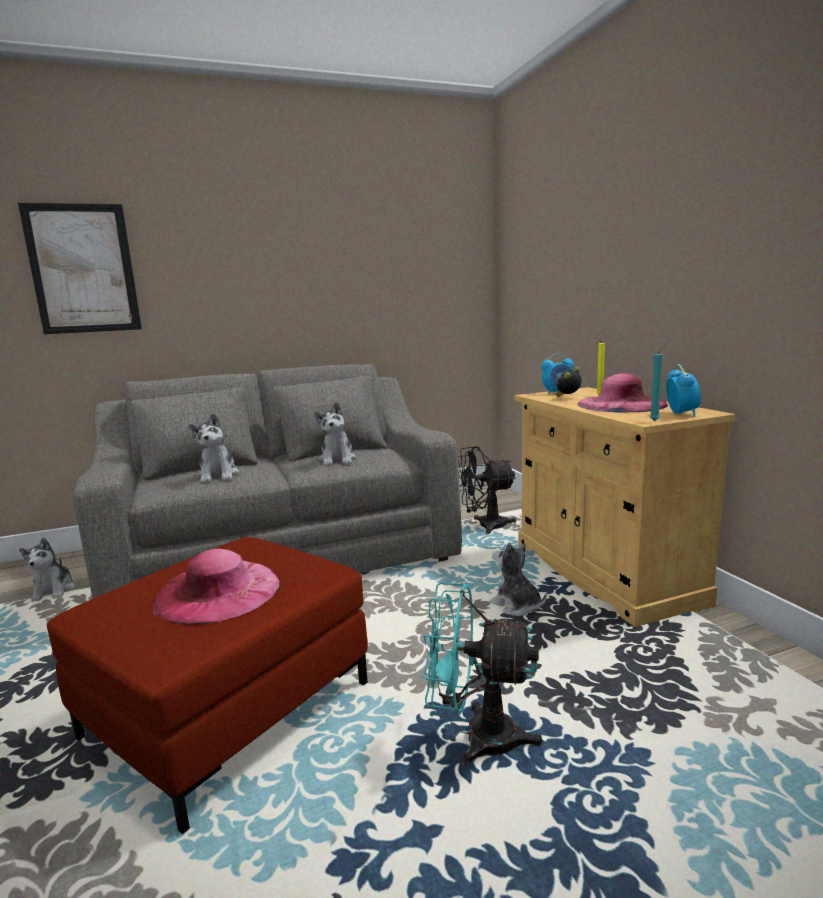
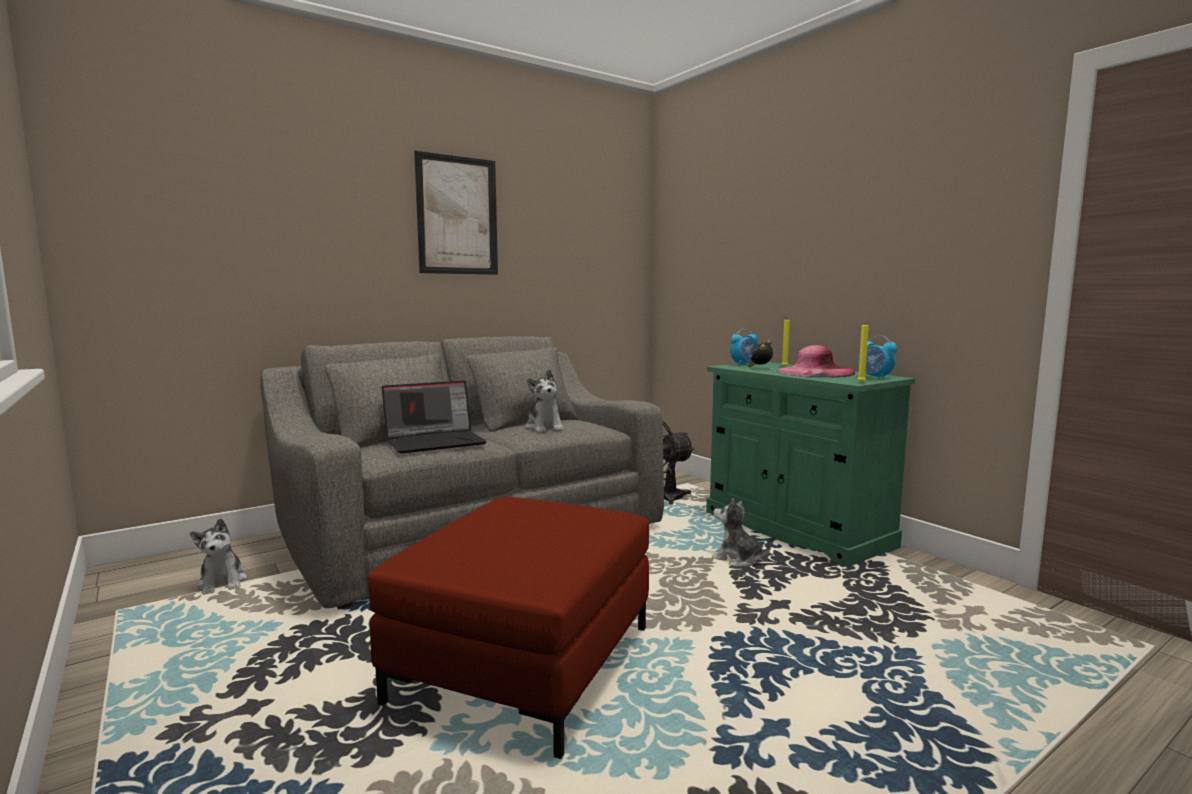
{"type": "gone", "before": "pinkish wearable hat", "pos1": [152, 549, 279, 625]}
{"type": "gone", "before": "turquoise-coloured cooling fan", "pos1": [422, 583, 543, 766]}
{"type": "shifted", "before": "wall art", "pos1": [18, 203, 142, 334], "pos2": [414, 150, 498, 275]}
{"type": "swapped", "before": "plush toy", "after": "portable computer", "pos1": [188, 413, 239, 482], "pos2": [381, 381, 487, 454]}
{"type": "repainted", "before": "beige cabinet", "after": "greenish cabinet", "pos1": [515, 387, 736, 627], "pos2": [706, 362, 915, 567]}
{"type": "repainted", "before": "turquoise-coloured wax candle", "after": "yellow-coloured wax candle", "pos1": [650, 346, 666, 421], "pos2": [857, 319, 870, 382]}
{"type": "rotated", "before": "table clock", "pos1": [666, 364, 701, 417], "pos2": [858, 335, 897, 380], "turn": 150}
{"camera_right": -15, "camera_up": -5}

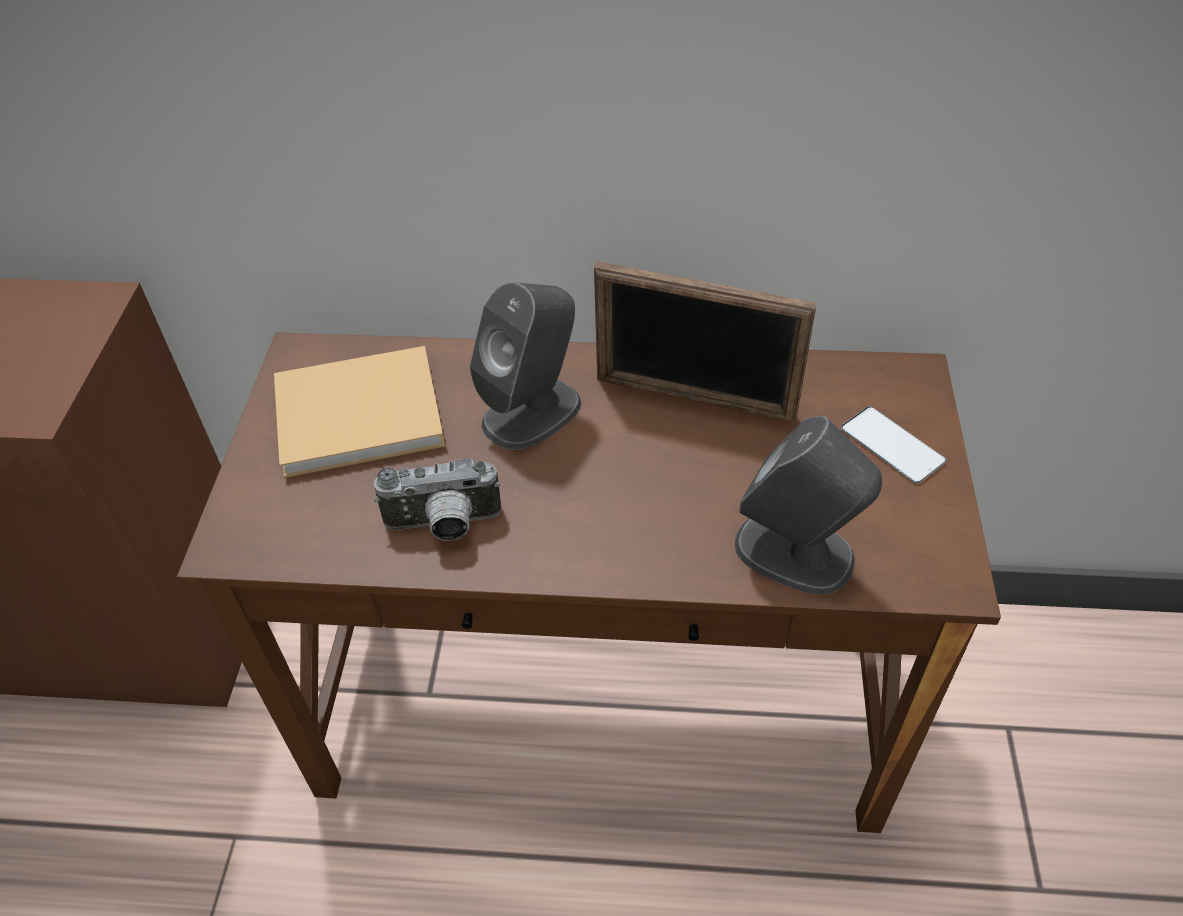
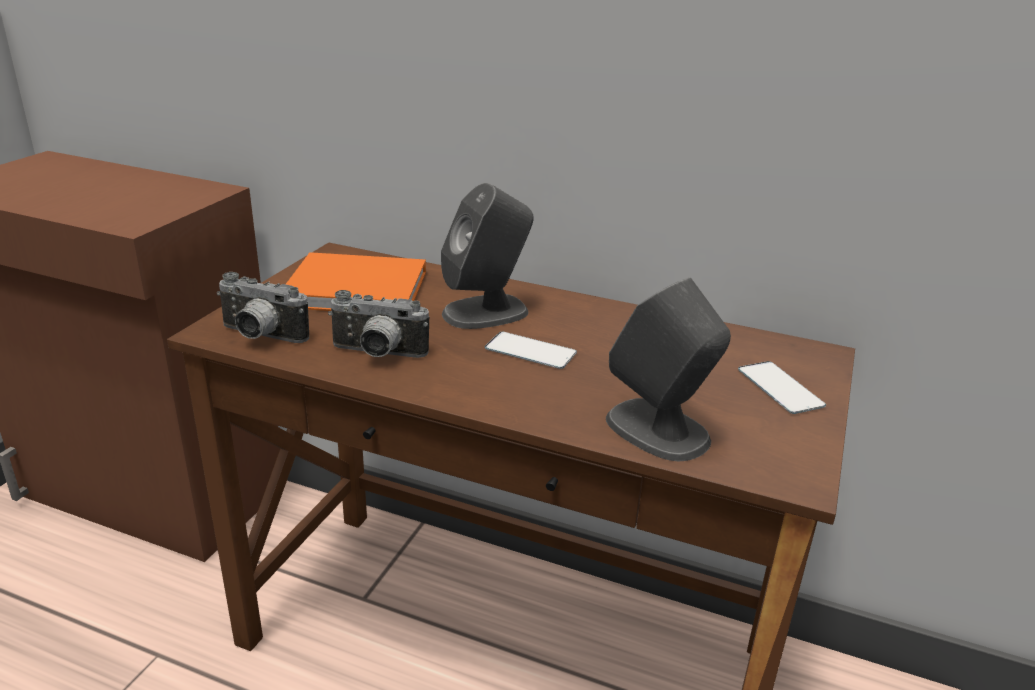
{"type": "gone", "before": "standing frame", "pos1": [594, 261, 817, 423]}
{"type": "new", "after": "still camera", "pos2": [217, 272, 309, 343]}
{"type": "new", "after": "handset", "pos2": [485, 332, 577, 369]}
{"type": "repainted", "before": "beige bound book", "after": "orange bound book", "pos1": [274, 346, 445, 478], "pos2": [286, 252, 426, 311]}
{"camera_right": 15, "camera_up": -20}

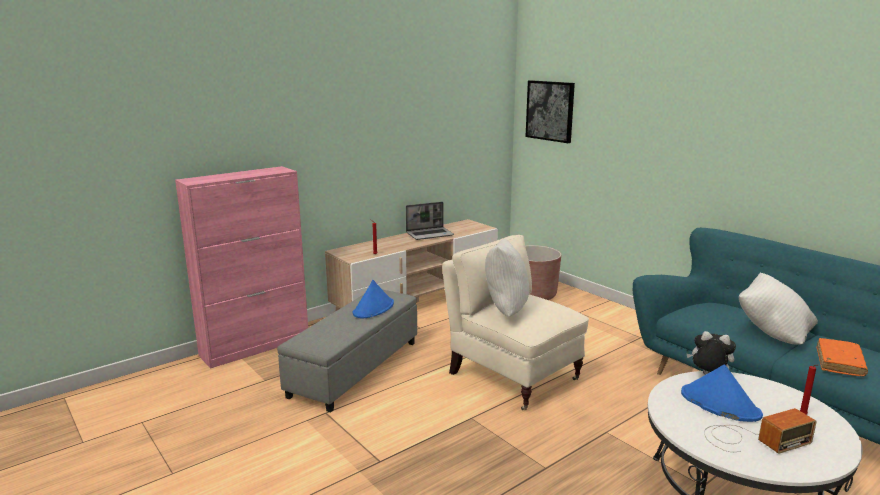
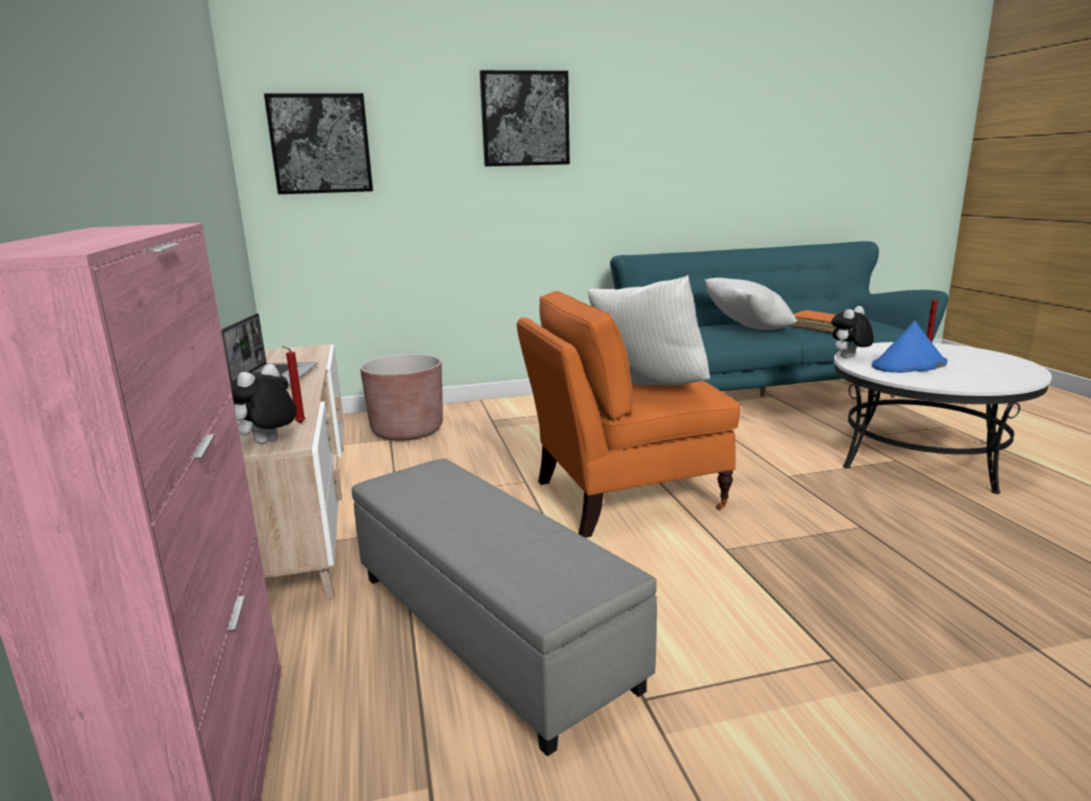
{"type": "gone", "before": "blue-coloured wearable hat", "pos1": [353, 280, 394, 318]}
{"type": "gone", "before": "radio set", "pos1": [704, 408, 817, 454]}
{"type": "new", "after": "plush toy", "pos2": [231, 364, 296, 444]}
{"type": "new", "after": "wall art", "pos2": [480, 70, 570, 167]}
{"type": "repainted", "before": "beige armchair", "after": "orange armchair", "pos1": [442, 235, 589, 410], "pos2": [517, 291, 741, 538]}
{"camera_right": -65, "camera_up": 0}

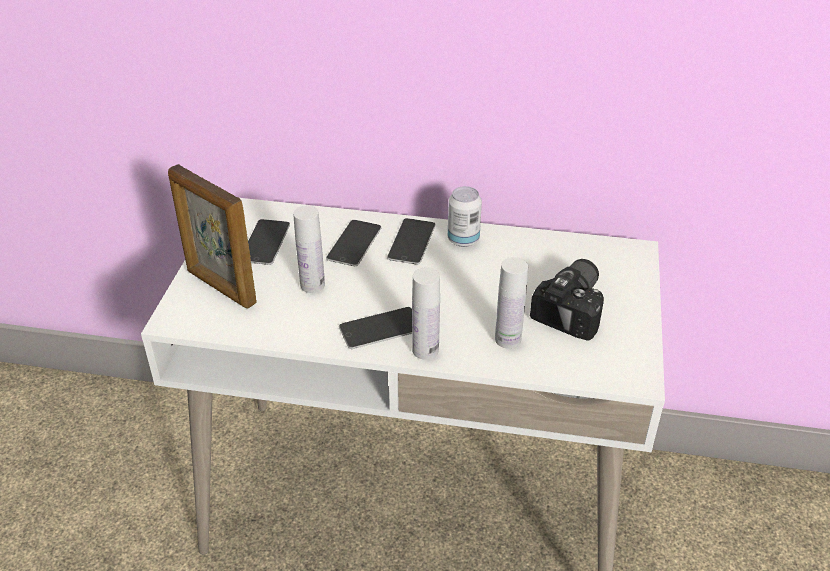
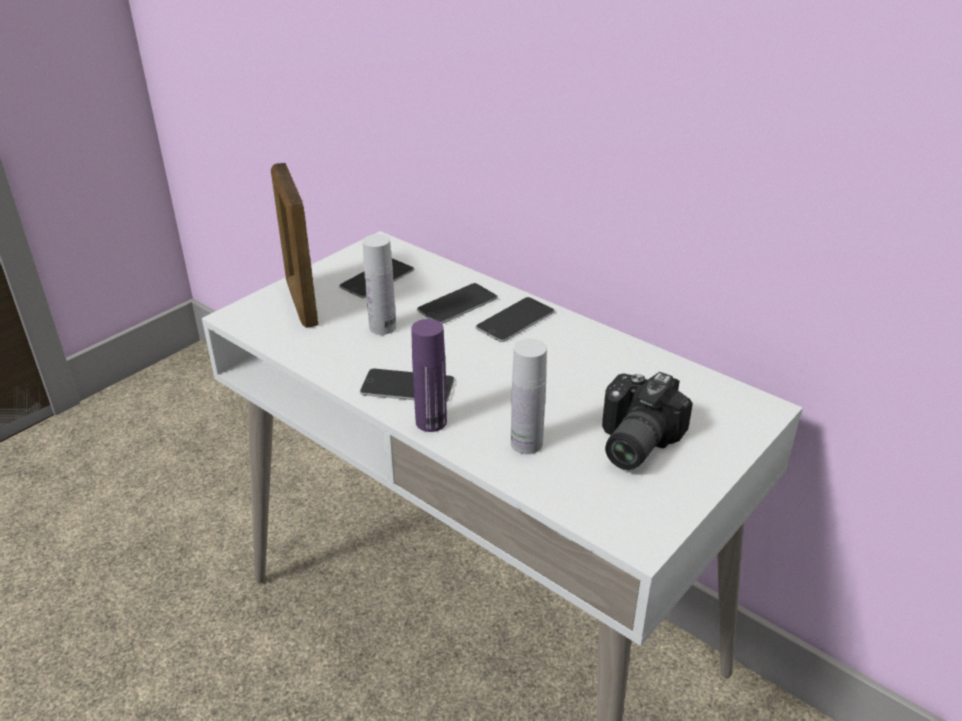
{"type": "gone", "before": "can", "pos1": [448, 186, 482, 247]}
{"type": "repainted", "before": "whitish bottle", "after": "purplish bottle", "pos1": [412, 268, 440, 360], "pos2": [411, 319, 447, 432]}
{"type": "rotated", "before": "still camera", "pos1": [530, 259, 604, 341], "pos2": [602, 372, 693, 470], "turn": 150}
{"camera_right": 30, "camera_up": -5}

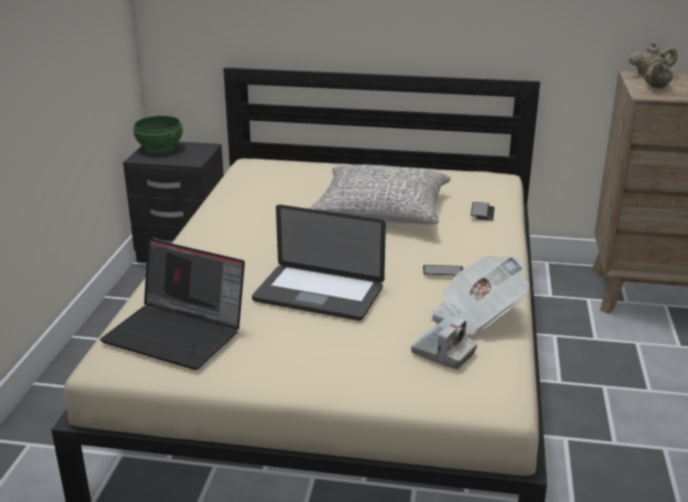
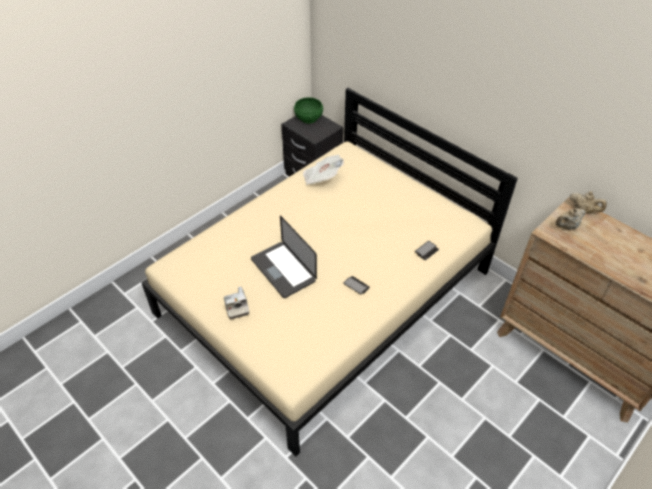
{"type": "gone", "before": "portable computer", "pos1": [100, 238, 245, 370]}
{"type": "gone", "before": "greyish cushion", "pos1": [310, 164, 451, 224]}
{"type": "shifted", "before": "still camera", "pos1": [411, 312, 477, 369], "pos2": [224, 287, 249, 319]}
{"type": "shifted", "before": "daily paper", "pos1": [429, 256, 529, 335], "pos2": [303, 155, 344, 185]}
{"camera_right": 35, "camera_up": 20}

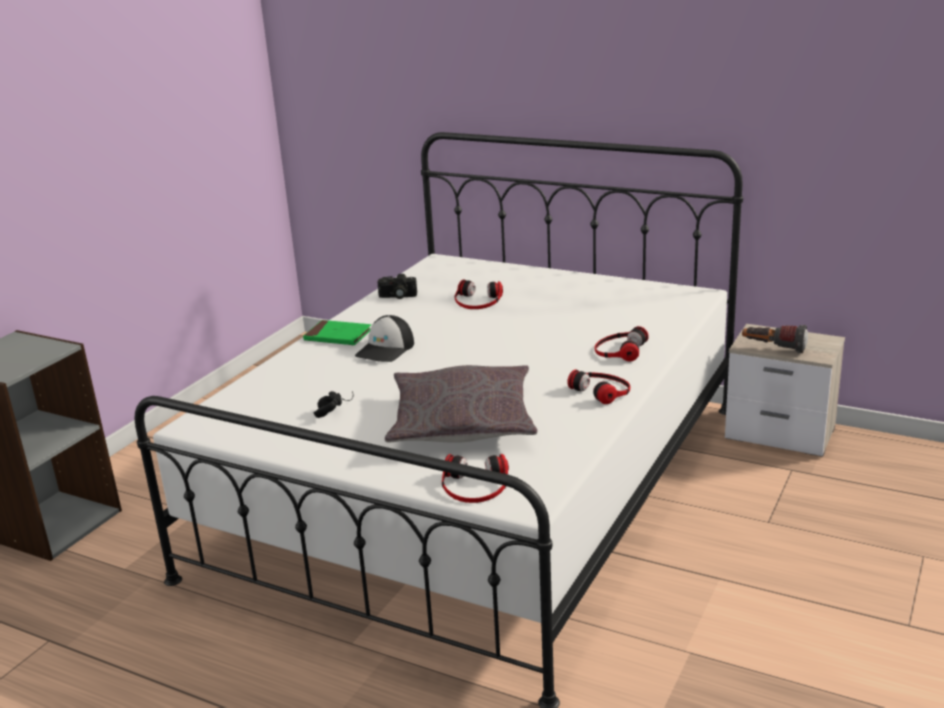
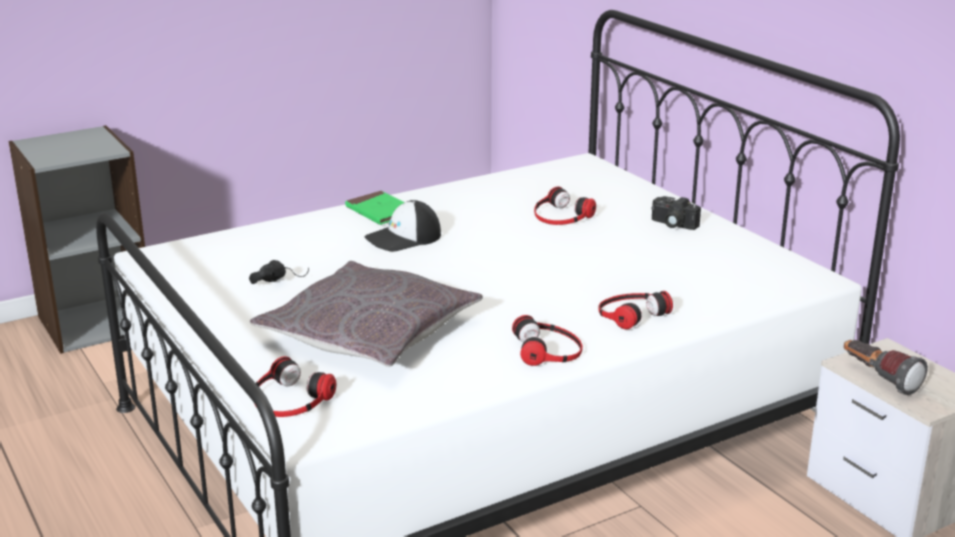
{"type": "shifted", "before": "still camera", "pos1": [378, 274, 417, 299], "pos2": [651, 196, 701, 230]}
{"camera_right": 30, "camera_up": 0}

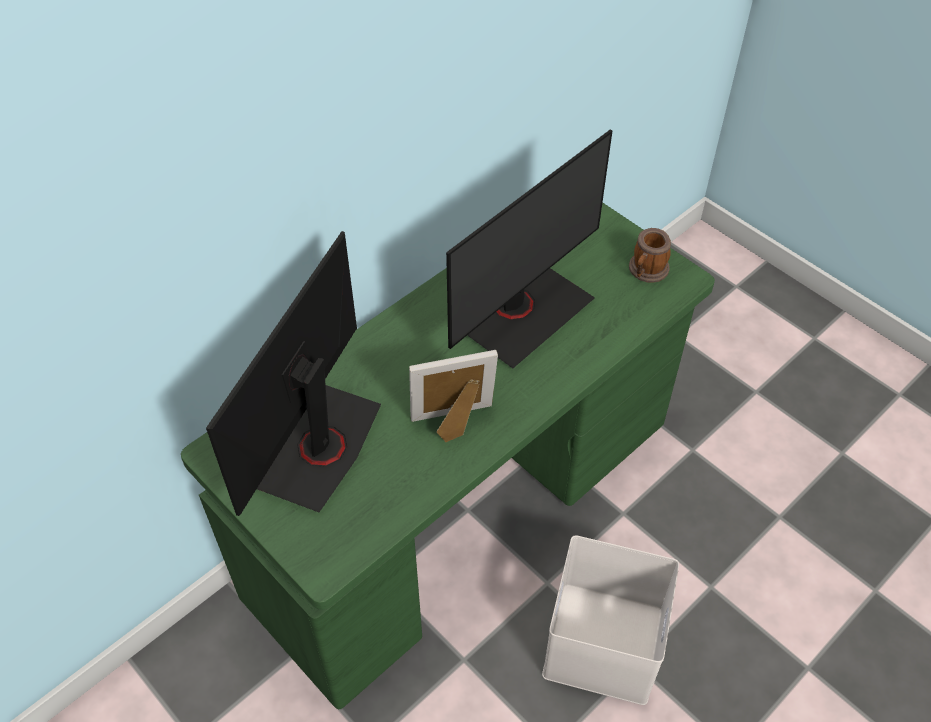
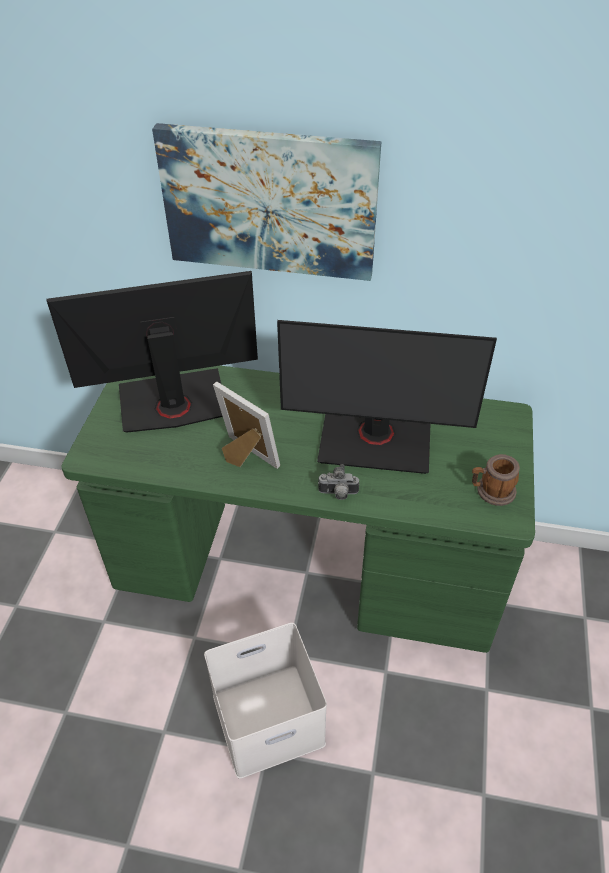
{"type": "new", "after": "wall art", "pos2": [152, 123, 382, 281]}
{"type": "new", "after": "still camera", "pos2": [318, 464, 360, 500]}
{"camera_right": 55, "camera_up": -5}

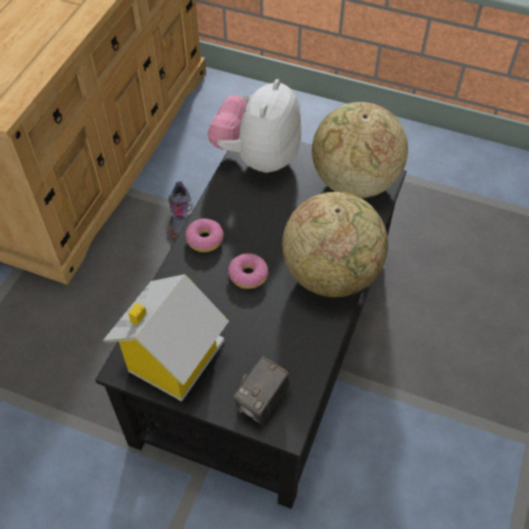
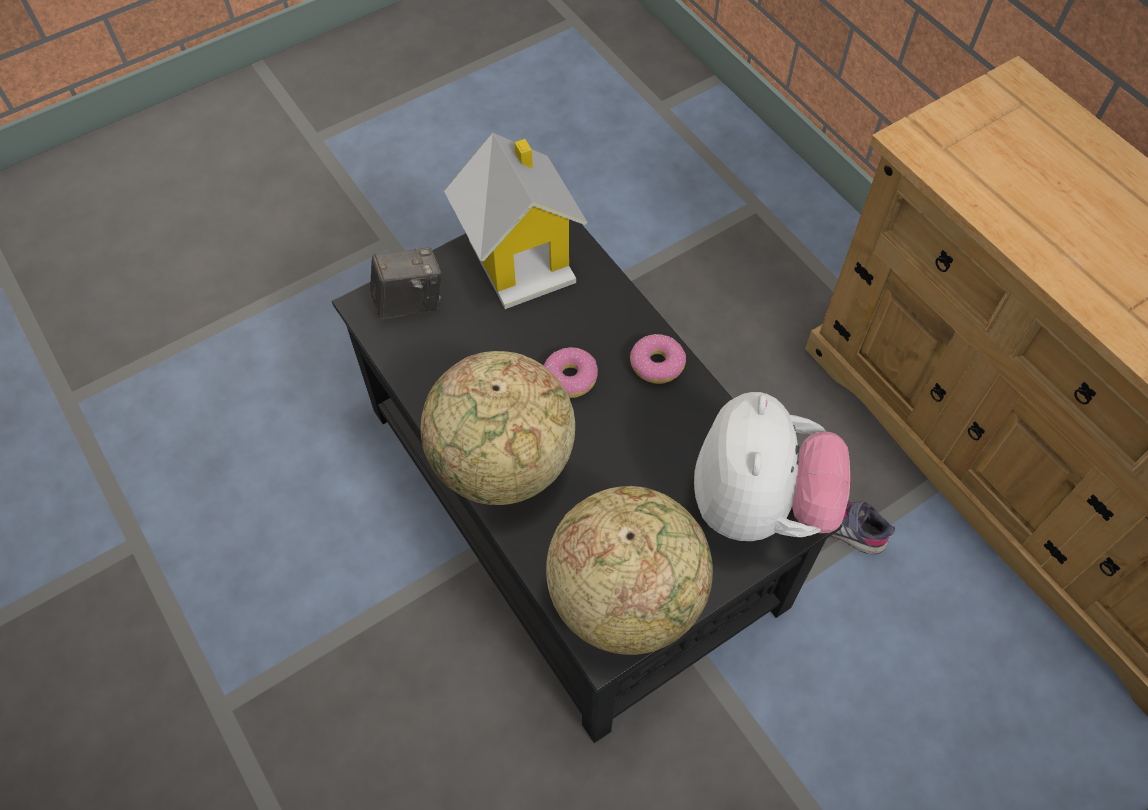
{"type": "rotated", "before": "plush toy", "pos1": [208, 79, 301, 173], "pos2": [694, 392, 850, 541], "turn": 45}
{"type": "rotated", "before": "still camera", "pos1": [233, 356, 290, 424], "pos2": [370, 247, 442, 319], "turn": 90}
{"camera_right": 125, "camera_up": 5}

